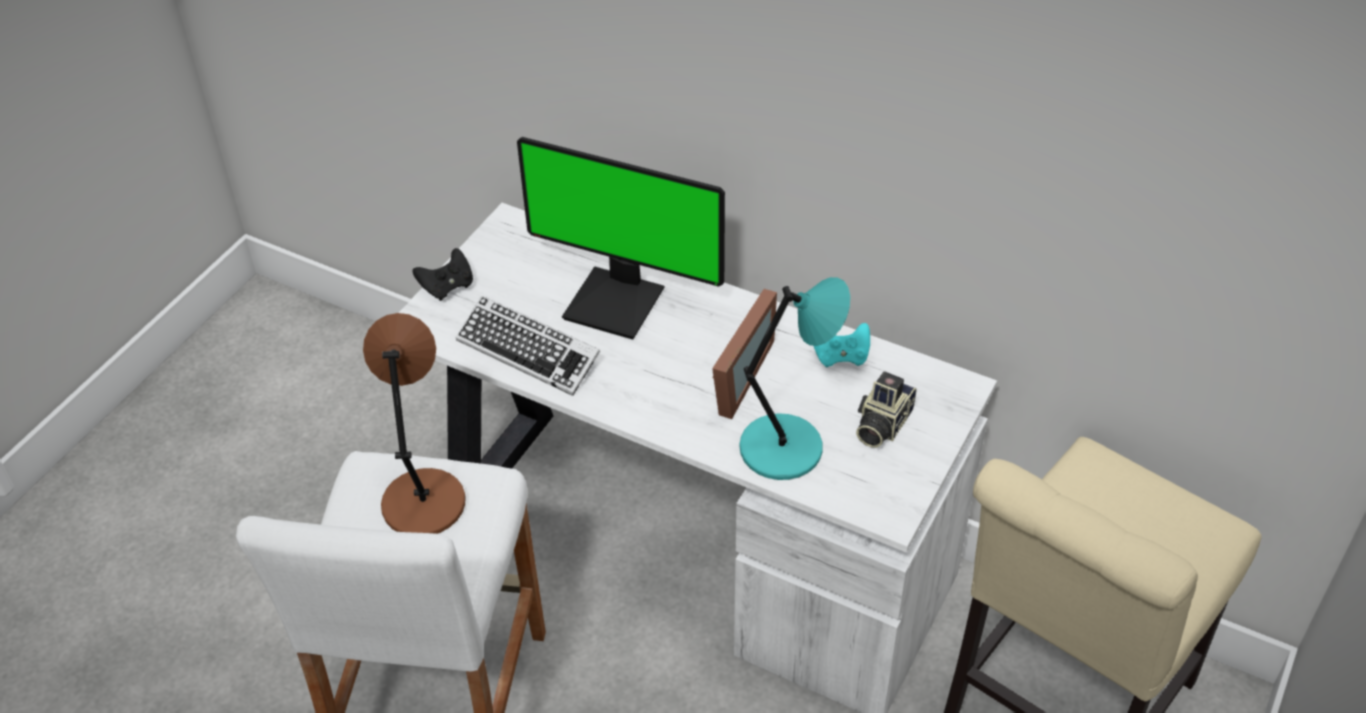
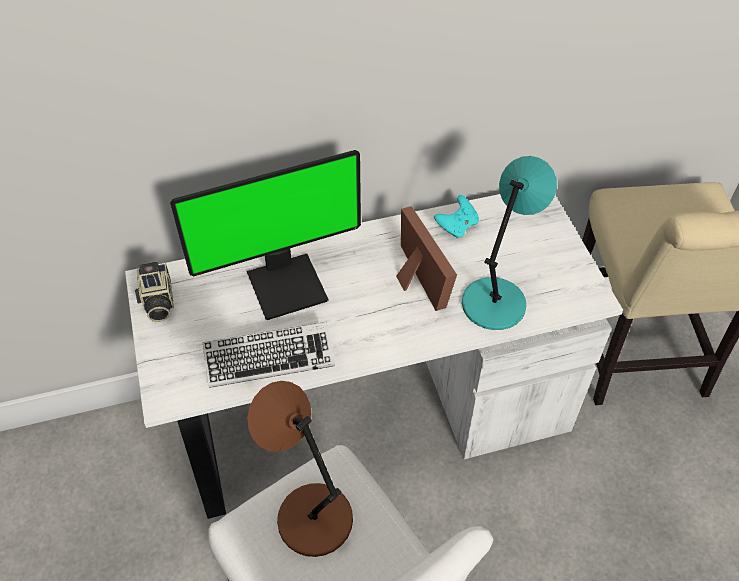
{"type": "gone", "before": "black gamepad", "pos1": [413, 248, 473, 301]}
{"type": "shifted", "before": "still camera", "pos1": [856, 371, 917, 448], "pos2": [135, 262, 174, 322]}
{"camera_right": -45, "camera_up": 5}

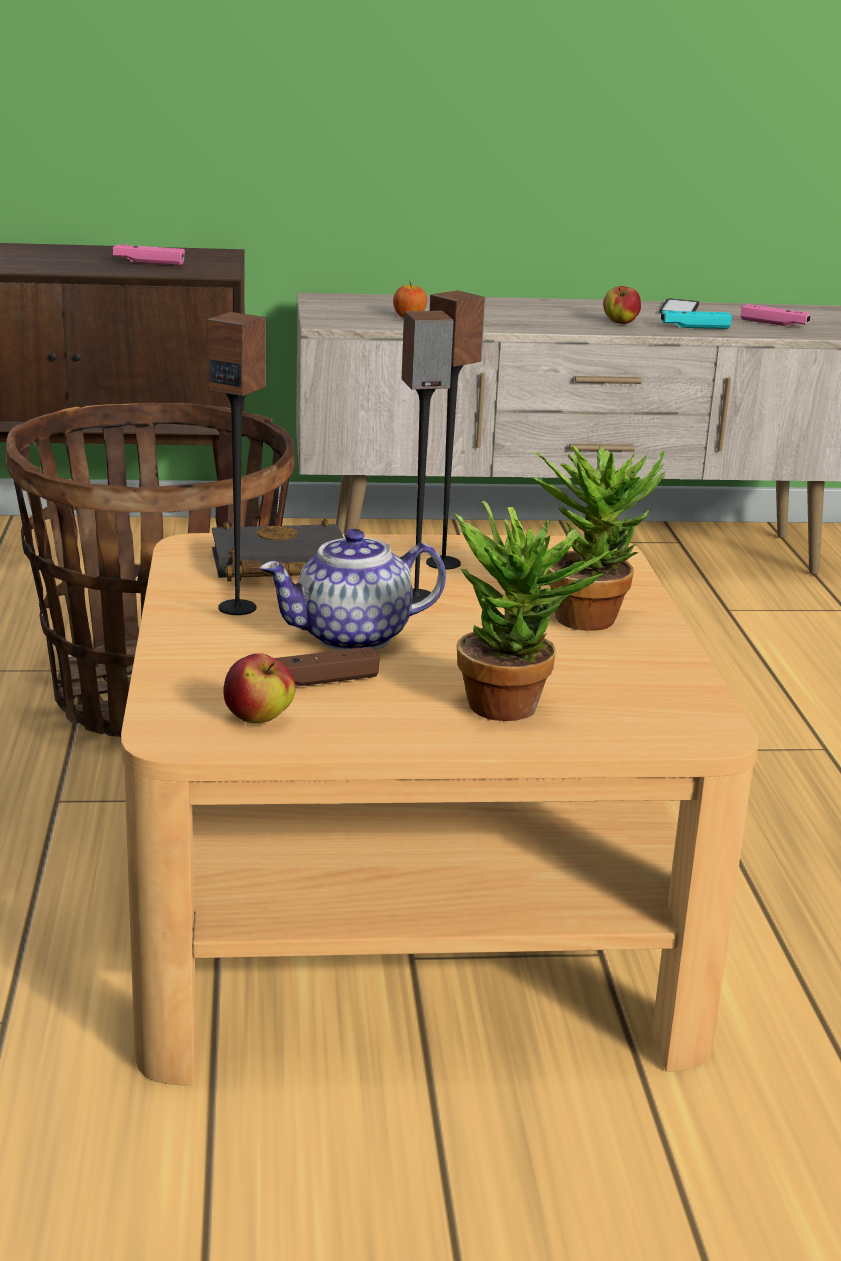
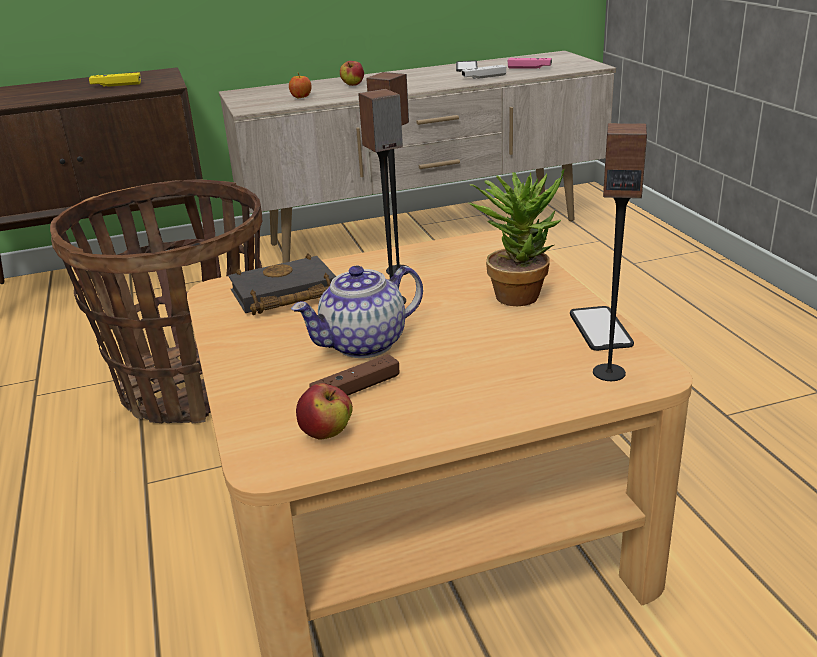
{"type": "gone", "before": "houseplant", "pos1": [455, 500, 618, 721]}
{"type": "new", "after": "handset", "pos2": [570, 306, 634, 351]}
{"type": "shifted", "before": "speaker", "pos1": [207, 312, 266, 615], "pos2": [593, 123, 647, 381]}
{"type": "shifted", "before": "apple fruit", "pos1": [603, 286, 641, 324], "pos2": [340, 61, 364, 86]}
{"type": "repainted", "before": "pinkish gamepad", "after": "yellow-coloured gamepad", "pos1": [113, 244, 185, 266], "pos2": [89, 72, 141, 87]}
{"type": "repainted", "before": "turquoise-coloured gamepad", "after": "whitish gamepad", "pos1": [661, 310, 732, 329], "pos2": [462, 65, 506, 79]}
{"camera_right": -10, "camera_up": 5}

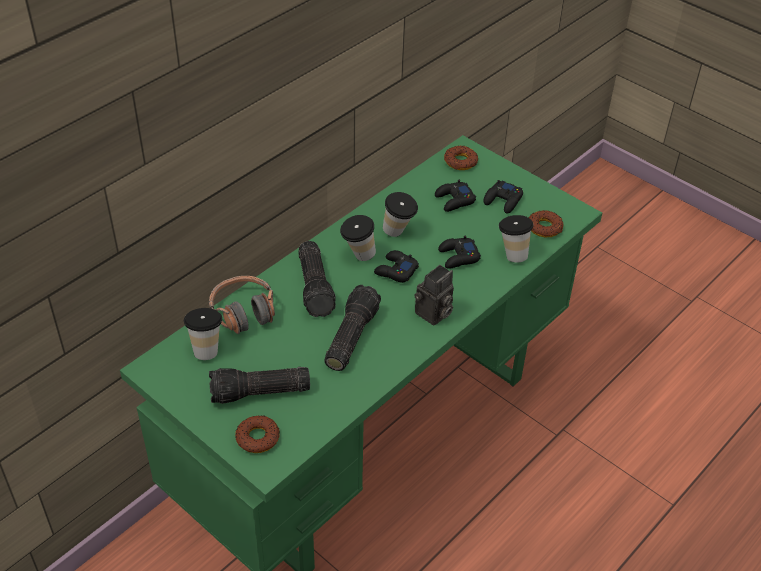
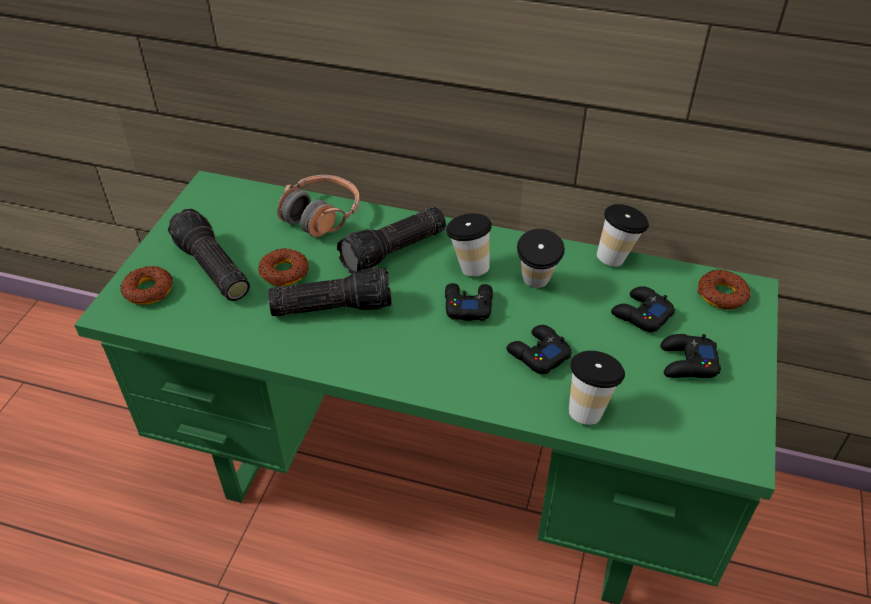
{"type": "gone", "before": "still camera", "pos1": [415, 265, 454, 325]}
{"type": "shifted", "before": "small cup", "pos1": [184, 308, 222, 360], "pos2": [597, 204, 649, 267]}
{"type": "shifted", "before": "doughnut", "pos1": [529, 210, 563, 238], "pos2": [258, 248, 309, 286]}
{"camera_right": 65, "camera_up": 0}

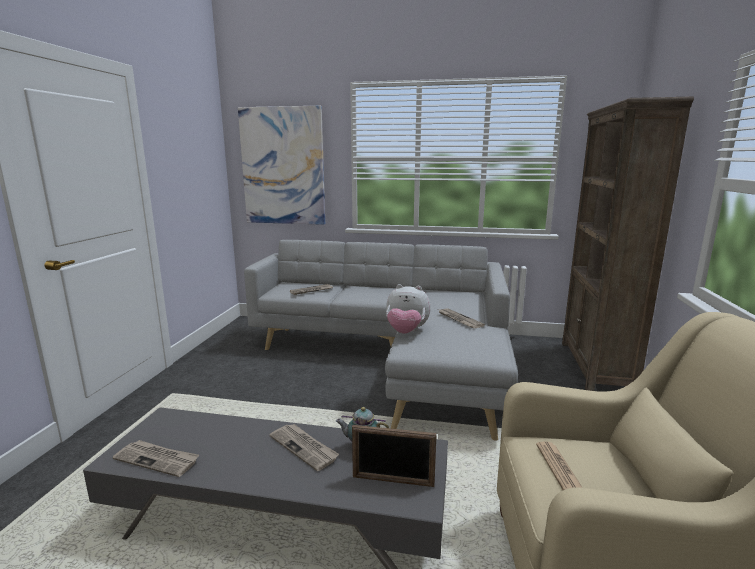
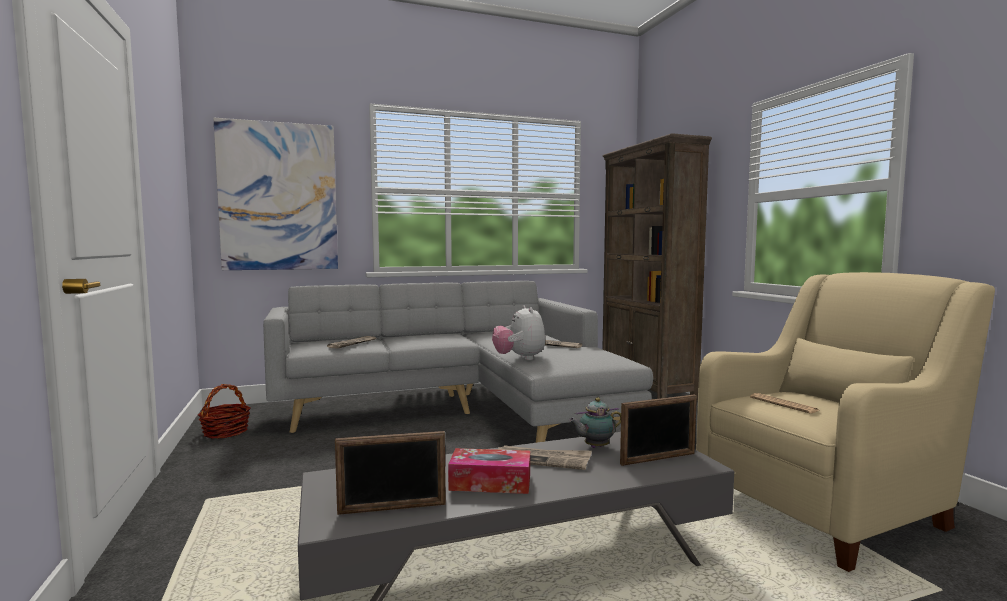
{"type": "new", "after": "basket", "pos2": [198, 384, 251, 439]}
{"type": "new", "after": "tissue box", "pos2": [448, 448, 530, 494]}
{"type": "swapped", "before": "daily paper", "after": "standing frame", "pos1": [113, 440, 199, 477], "pos2": [335, 431, 446, 515]}
{"type": "rotated", "before": "plush toy", "pos1": [386, 284, 431, 334], "pos2": [492, 305, 545, 360], "turn": 90}
{"camera_right": -30, "camera_up": -10}

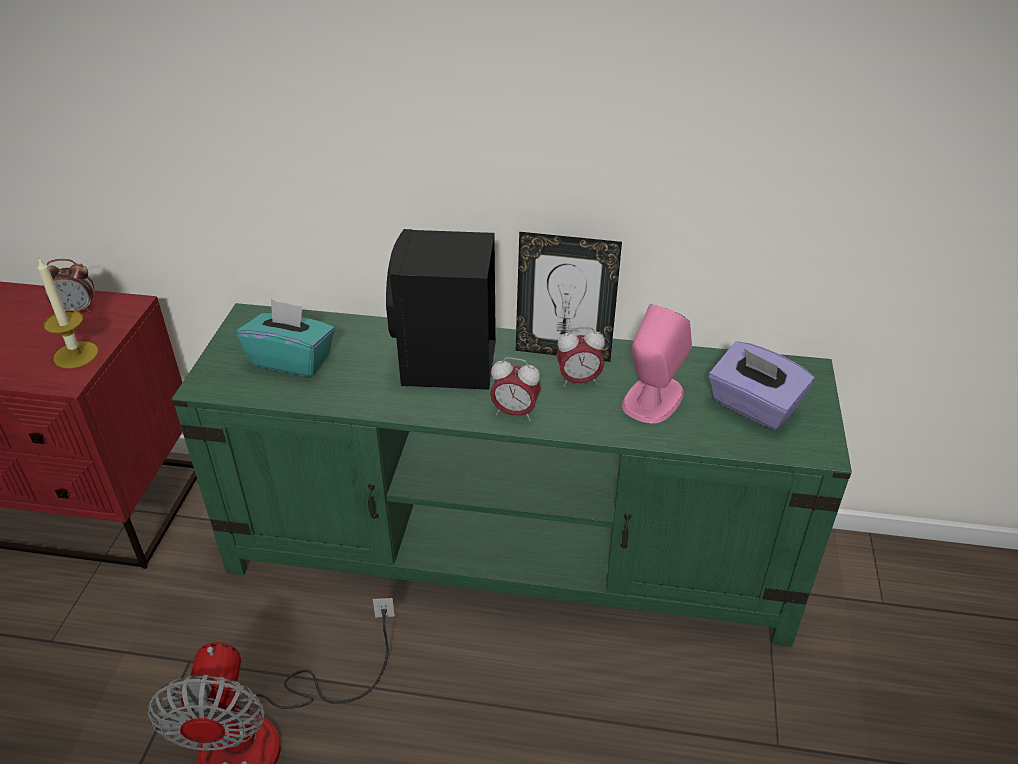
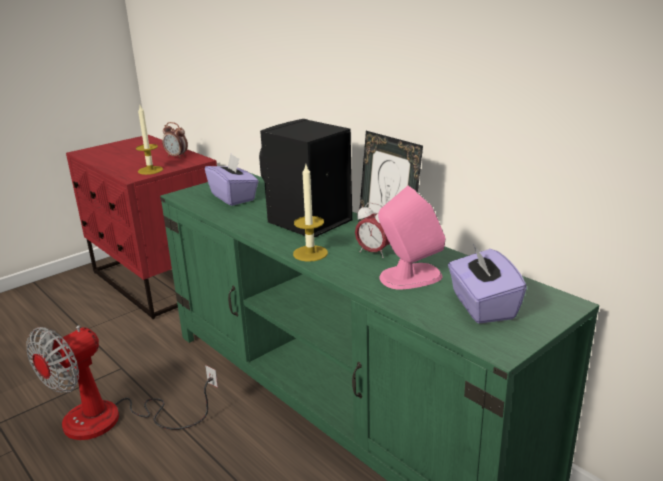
{"type": "swapped", "before": "table clock", "after": "wax candle", "pos1": [490, 357, 541, 421], "pos2": [293, 165, 328, 262]}
{"type": "repainted", "before": "turquoise-coloured tissue box", "after": "purplish tissue box", "pos1": [236, 299, 335, 377], "pos2": [205, 154, 259, 206]}
{"camera_right": 40, "camera_up": -15}

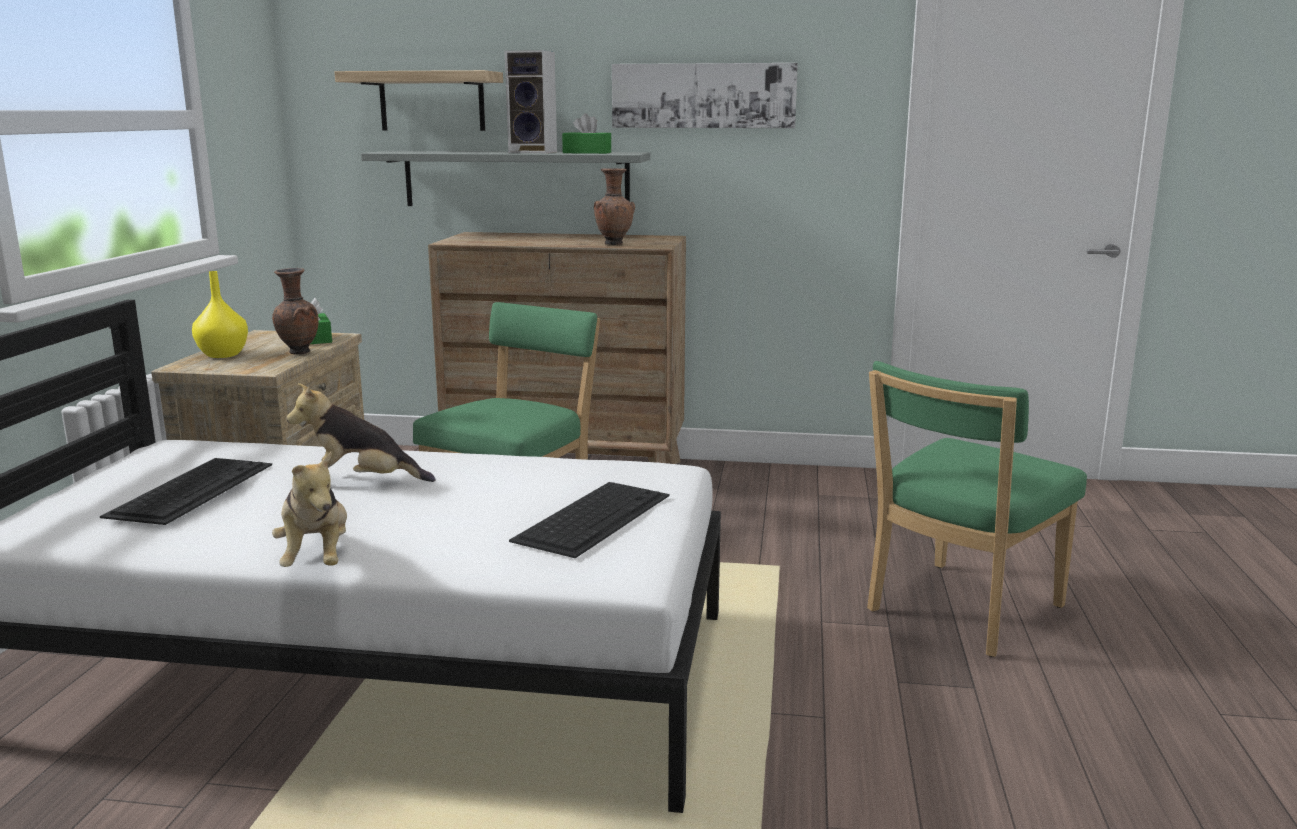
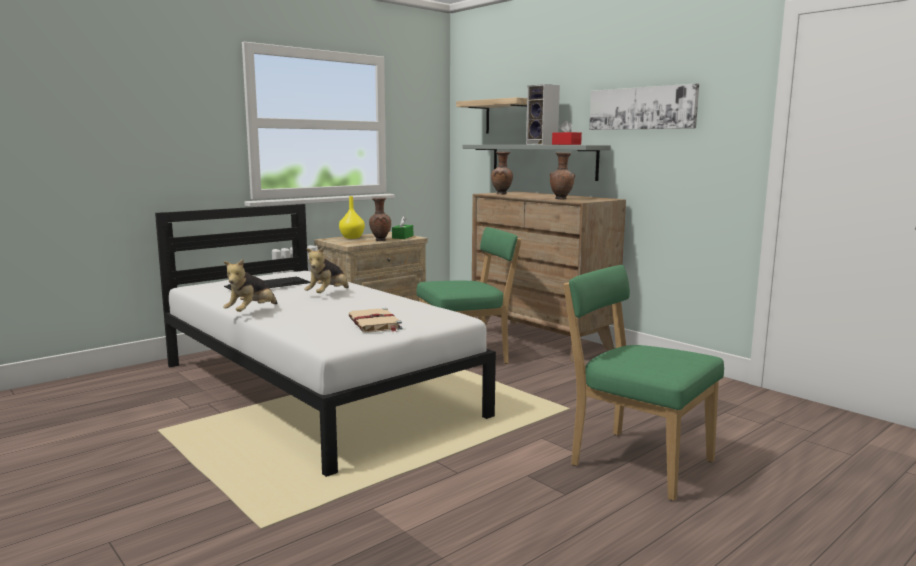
{"type": "new", "after": "brownish decorative vase", "pos2": [491, 151, 513, 194]}
{"type": "swapped", "before": "computer keyboard", "after": "beige bound book", "pos1": [509, 482, 669, 558], "pos2": [348, 308, 403, 332]}
{"type": "repainted", "before": "greenish tissue box", "after": "red-coloured tissue box", "pos1": [562, 113, 611, 154], "pos2": [552, 121, 582, 145]}
{"type": "rotated", "before": "plush toy", "pos1": [287, 383, 436, 482], "pos2": [304, 246, 349, 293], "turn": -105}
{"type": "rotated", "before": "greenish chair", "pos1": [867, 361, 1087, 657], "pos2": [564, 265, 724, 501], "turn": 45}
{"camera_right": 40, "camera_up": -5}

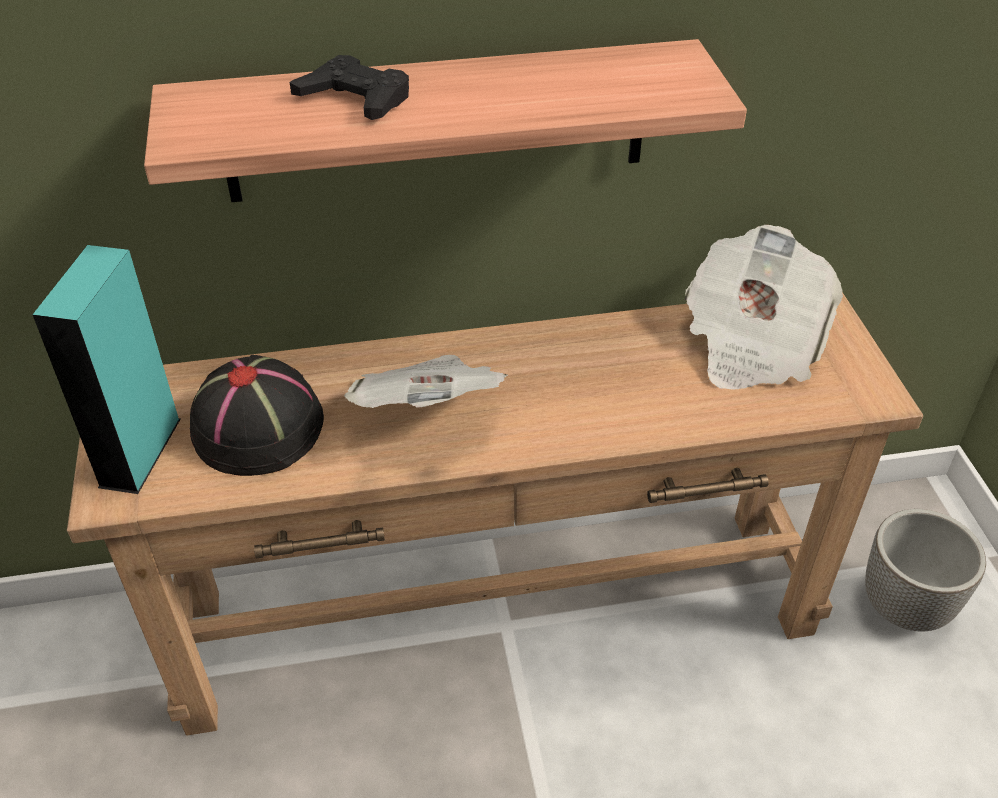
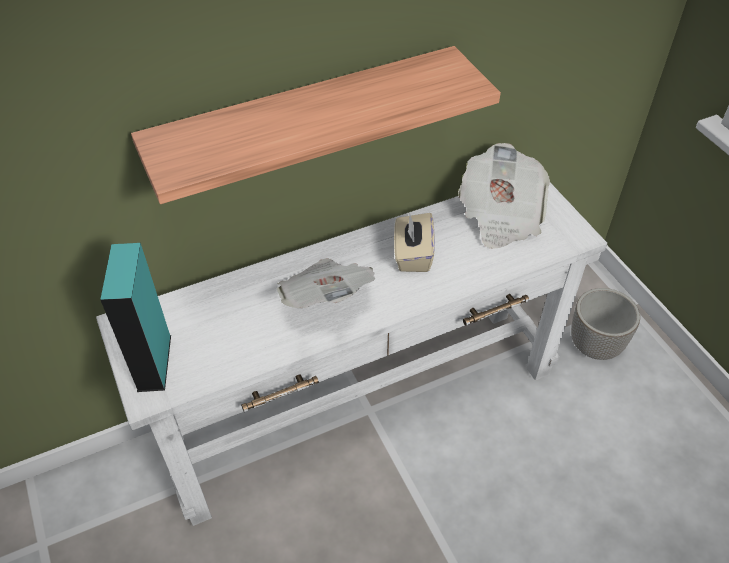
{"type": "gone", "before": "black wearable hat", "pos1": [188, 355, 324, 476]}
{"type": "gone", "before": "black gamepad", "pos1": [290, 55, 409, 120]}
{"type": "new", "after": "beige tissue box", "pos2": [394, 213, 435, 272]}
{"type": "repainted", "before": "brownish hall table", "after": "whitish hall table", "pos1": [67, 292, 923, 736], "pos2": [96, 182, 607, 526]}
{"camera_right": -15, "camera_up": 5}

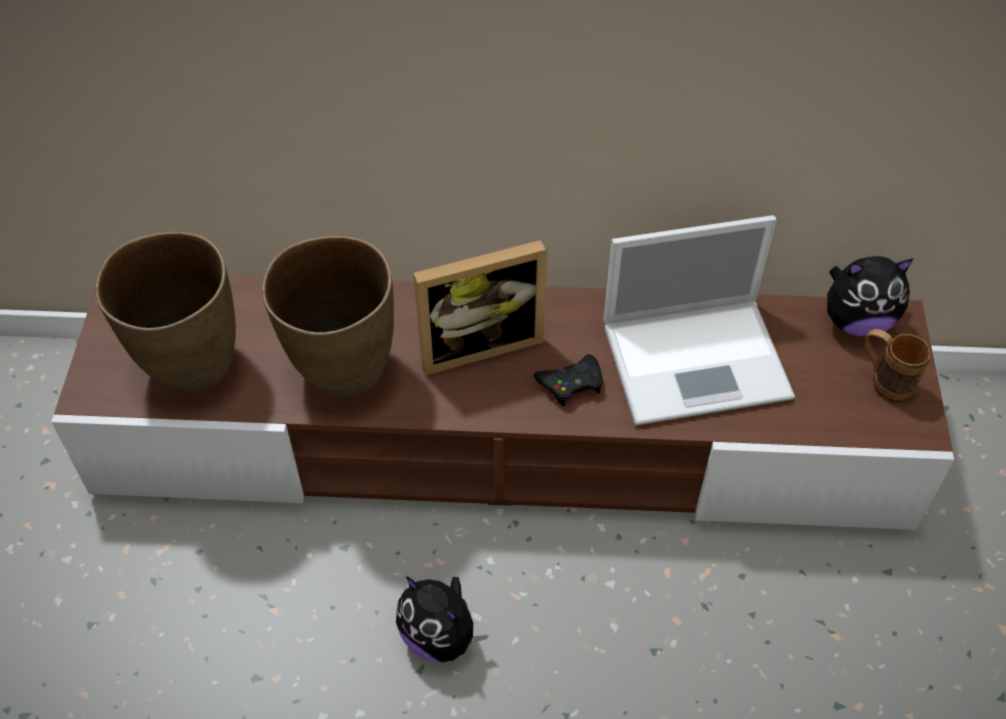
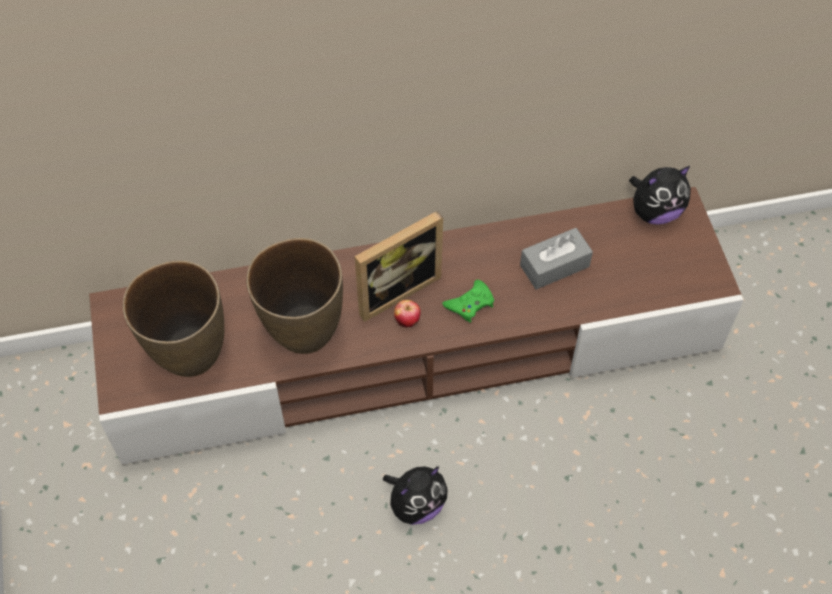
{"type": "gone", "before": "brownish mug", "pos1": [864, 329, 931, 403]}
{"type": "new", "after": "apple fruit", "pos2": [394, 300, 421, 328]}
{"type": "swapped", "before": "portable computer", "after": "greyish tissue box", "pos1": [603, 215, 795, 425], "pos2": [520, 228, 593, 290]}
{"type": "repainted", "before": "black gamepad", "after": "greenish gamepad", "pos1": [534, 354, 603, 406], "pos2": [442, 280, 494, 323]}
{"type": "rotated", "before": "plush toy", "pos1": [396, 576, 488, 663], "pos2": [383, 466, 448, 525], "turn": -60}
{"camera_right": -15, "camera_up": 5}

